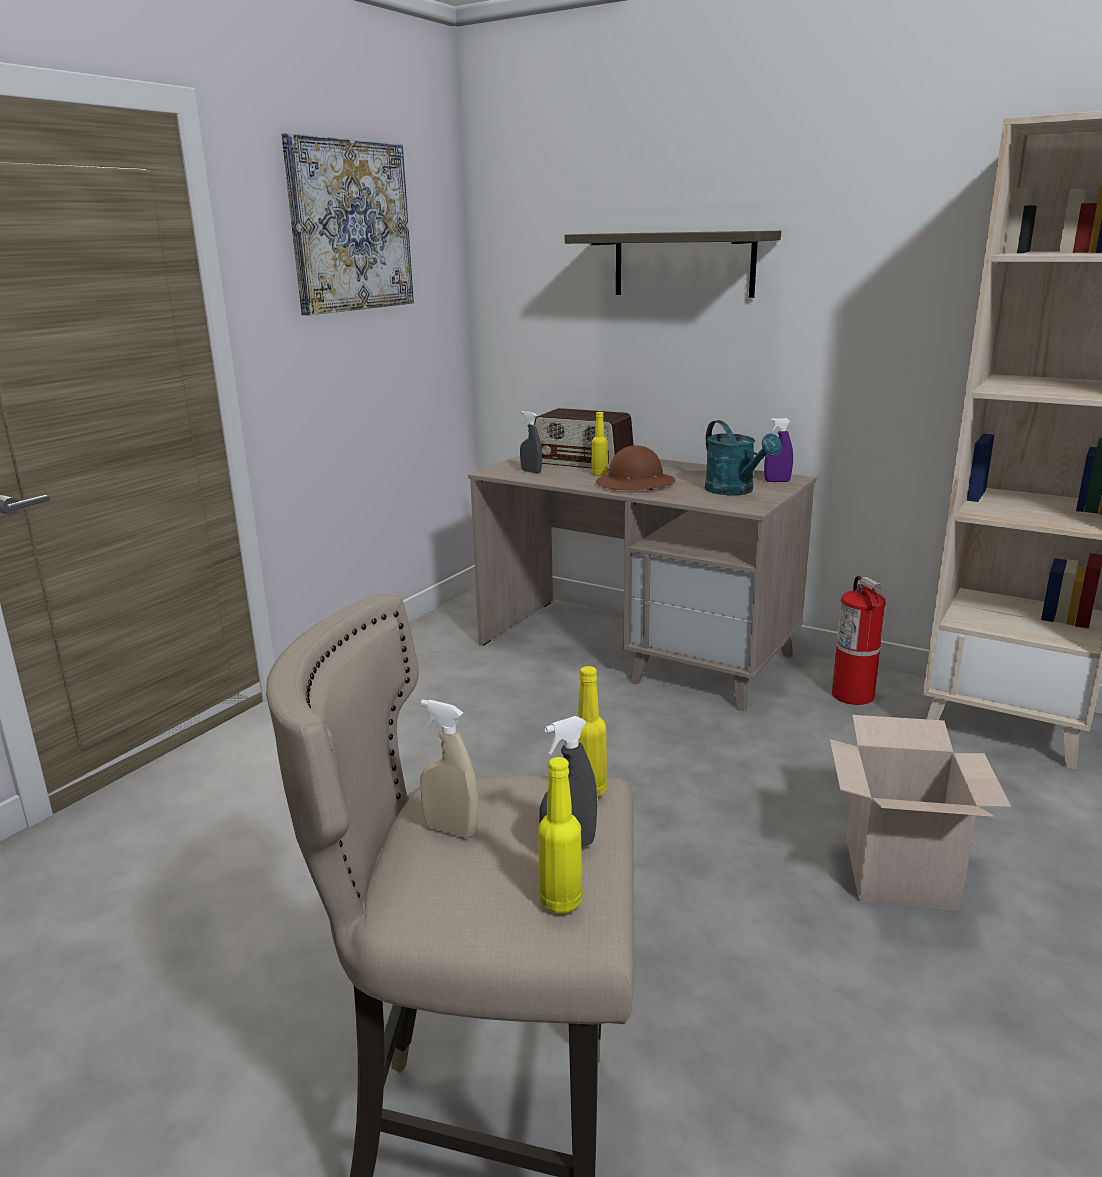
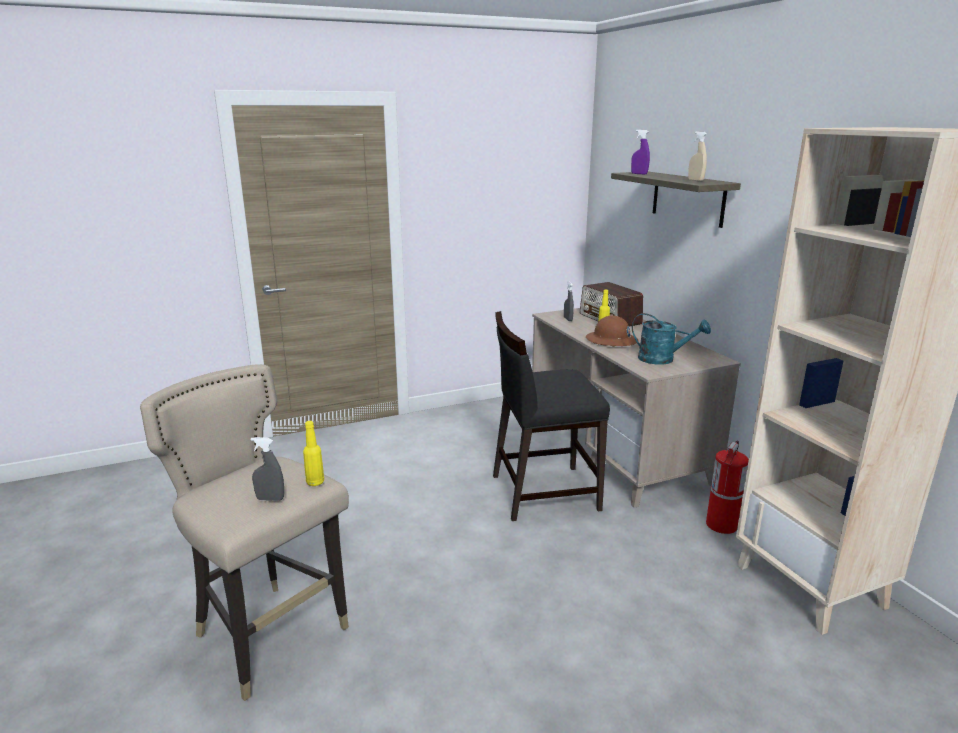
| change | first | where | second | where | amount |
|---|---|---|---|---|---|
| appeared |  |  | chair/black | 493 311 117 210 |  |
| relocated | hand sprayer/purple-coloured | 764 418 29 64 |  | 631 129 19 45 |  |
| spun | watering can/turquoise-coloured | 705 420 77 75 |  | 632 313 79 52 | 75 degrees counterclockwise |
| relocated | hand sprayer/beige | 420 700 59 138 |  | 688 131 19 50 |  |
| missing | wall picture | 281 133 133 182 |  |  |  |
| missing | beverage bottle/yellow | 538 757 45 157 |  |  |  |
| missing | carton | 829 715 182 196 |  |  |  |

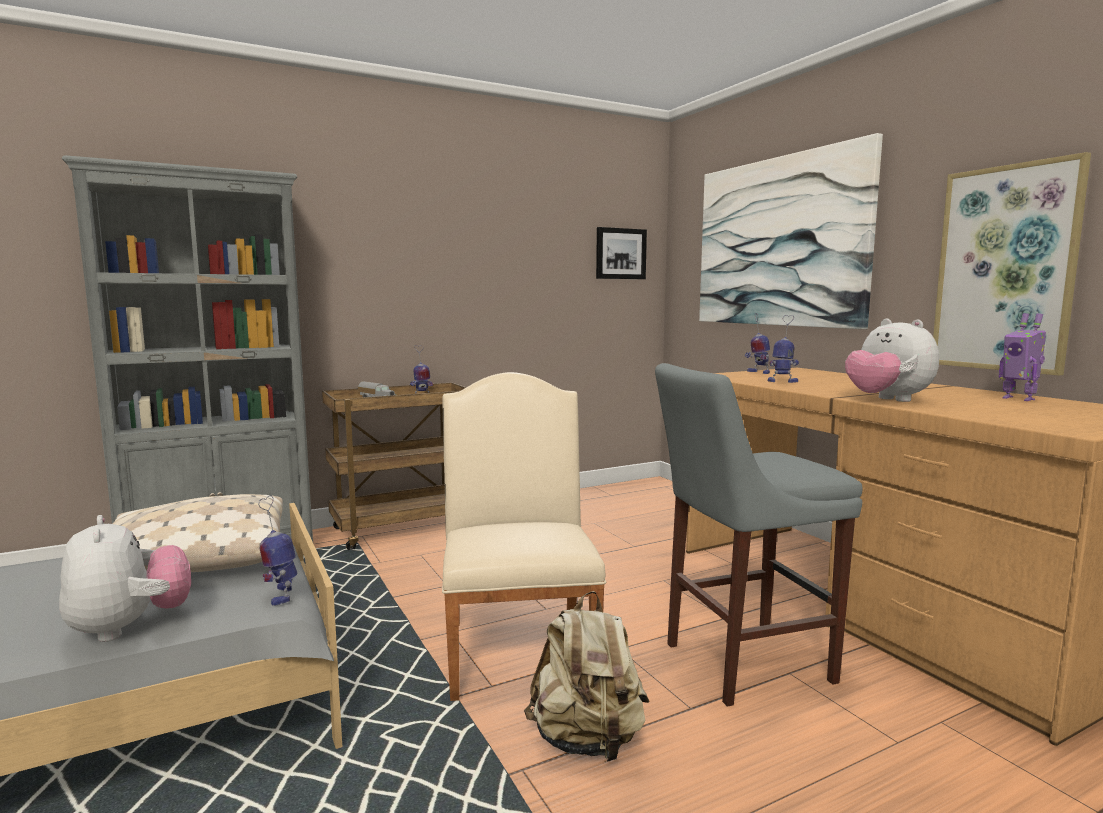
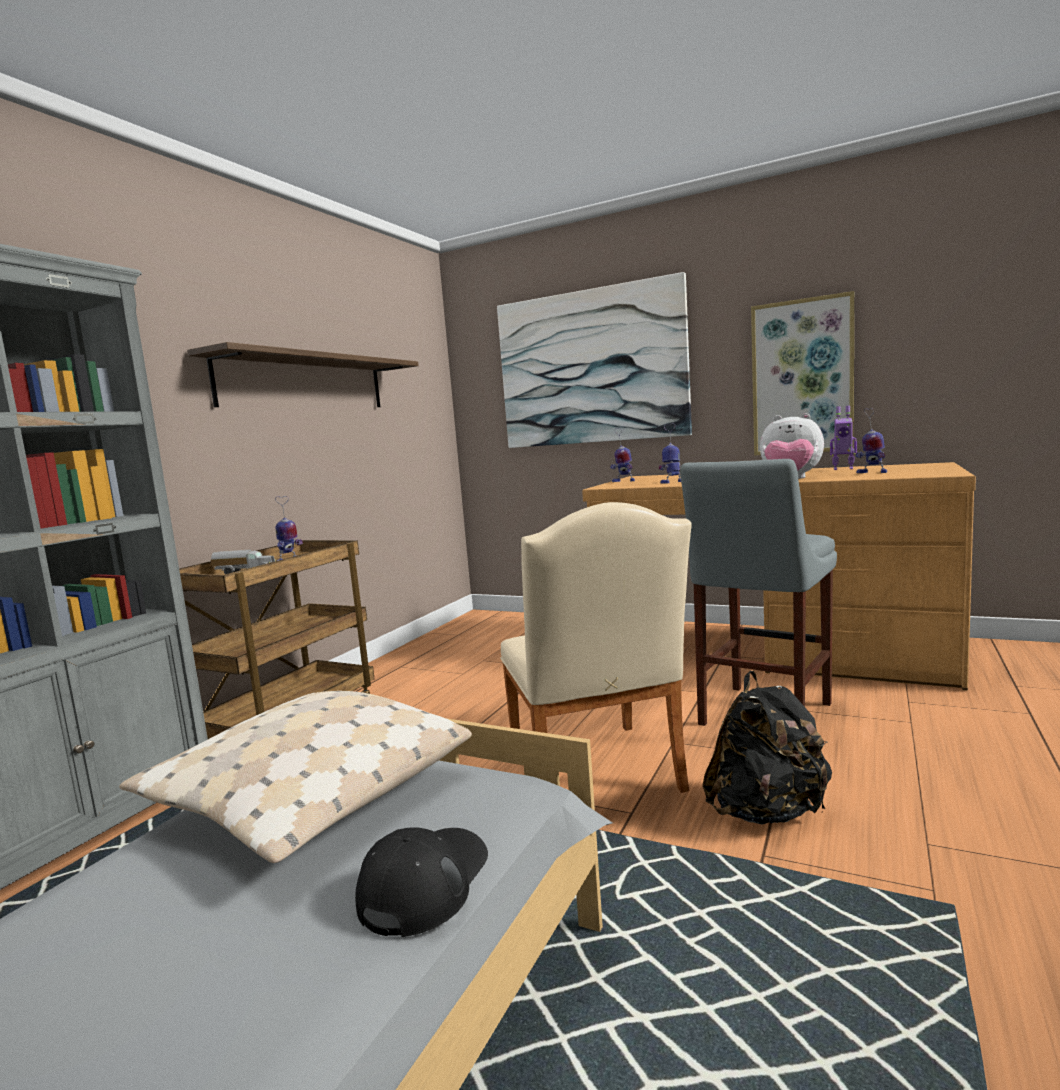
| change | first | where | second | where | amount |
|---|---|---|---|---|---|
| appeared |  |  | wall shelf | 187 342 232 65 |  |
| exchanged | cuddly toy | 59 515 132 127 | cap/black | 355 827 133 110 |  |
| spun | chair/beige | 442 372 164 329 |  | 500 502 192 291 | 150 degrees counterclockwise |
| colour | backpack/beige | 524 591 125 170 | backpack/black | 702 671 130 153 |  |
| relocated | toy robot | 258 495 39 111 |  | 855 408 32 65 |  |
| missing | wall picture | 596 227 51 52 |  |  |  |

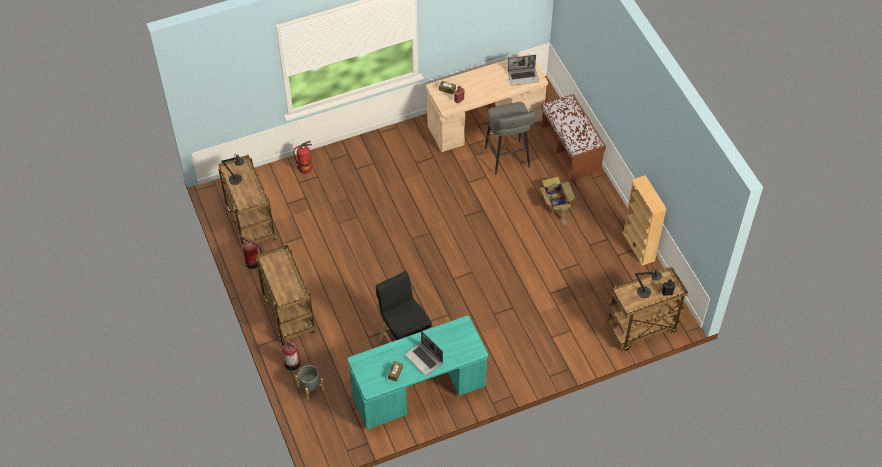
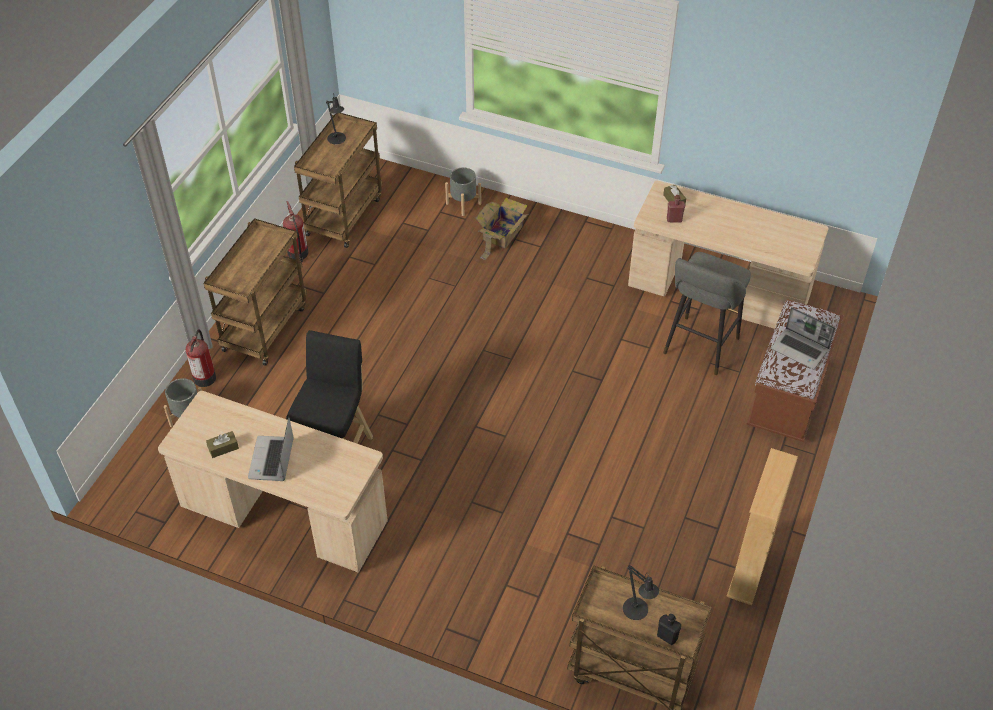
| change | first | where | second | where | amount |
|---|---|---|---|---|---|
| colour | desk/turquoise-coloured | 348 316 140 113 | desk/beige | 158 391 230 182 |  |
| exchanged | fire extinguisher | 293 141 19 33 | plant pot/greyish | 445 167 36 49 |  |
| relocated | carton | 539 177 37 48 |  | 475 198 54 62 |  |
| relocated | portable computer | 507 55 32 30 |  | 771 307 64 62 |  |

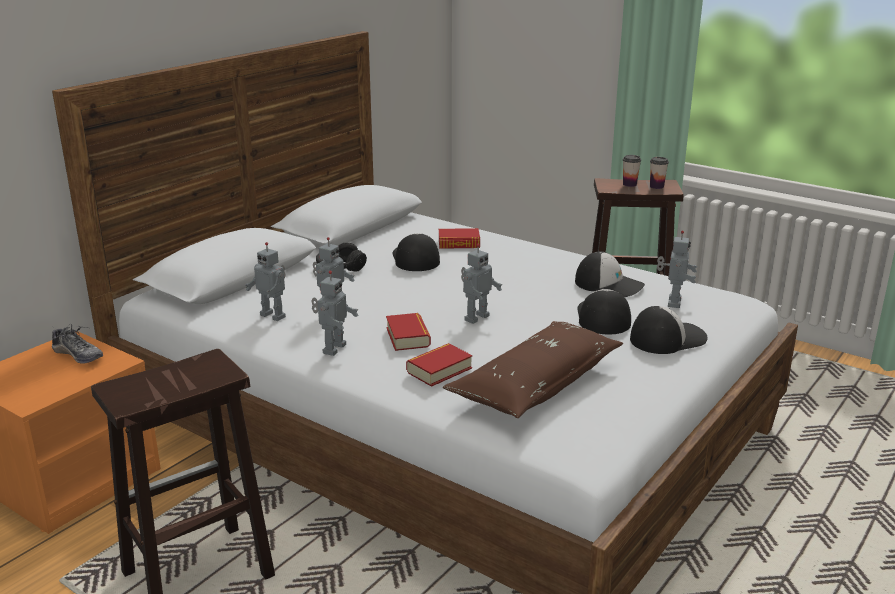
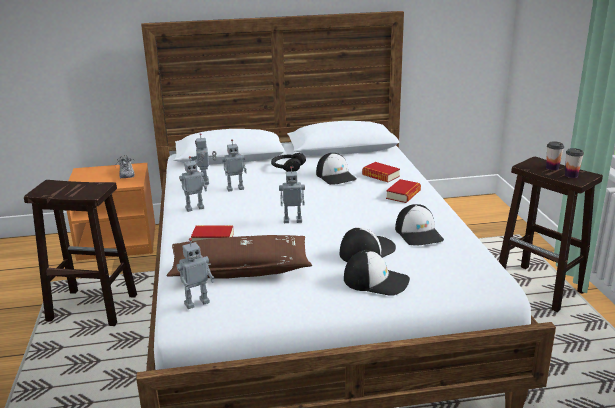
| change | first | where | second | where | amount |
|---|---|---|---|---|---|
| relocated | toy robot | 657 231 40 77 |  | 176 238 39 71 |  |
| spun | cap | 393 233 47 38 |  | 316 153 41 32 | 120 degrees clockwise |
| relocated | volume | 386 313 45 38 |  | 386 179 35 24 |  |

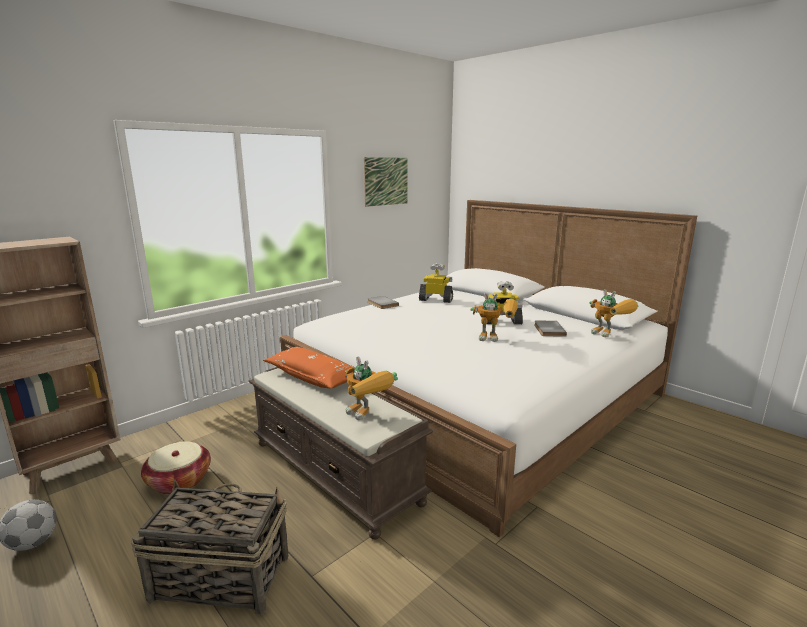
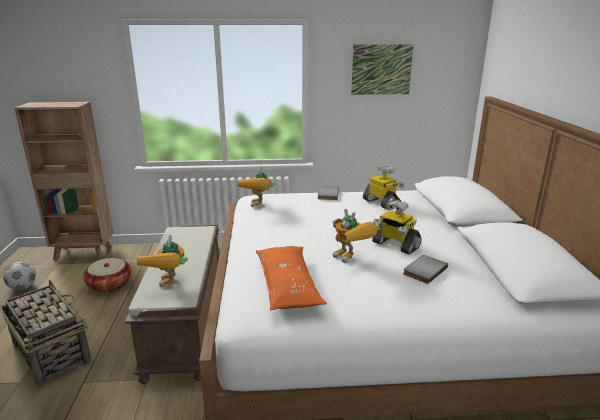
| change | first | where | second | where | amount |
|---|---|---|---|---|---|
| relocated | toy robot | 589 289 49 48 |  | 238 166 37 41 |  |
| relocated | pillow/orange-coloured | 263 347 92 41 |  | 256 246 71 64 |  |

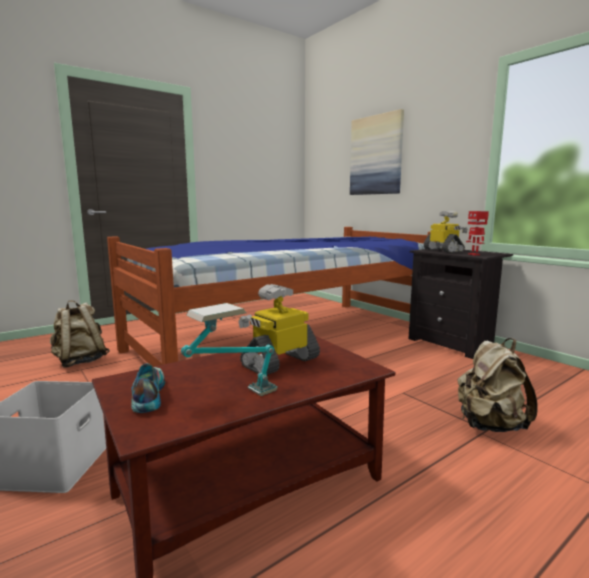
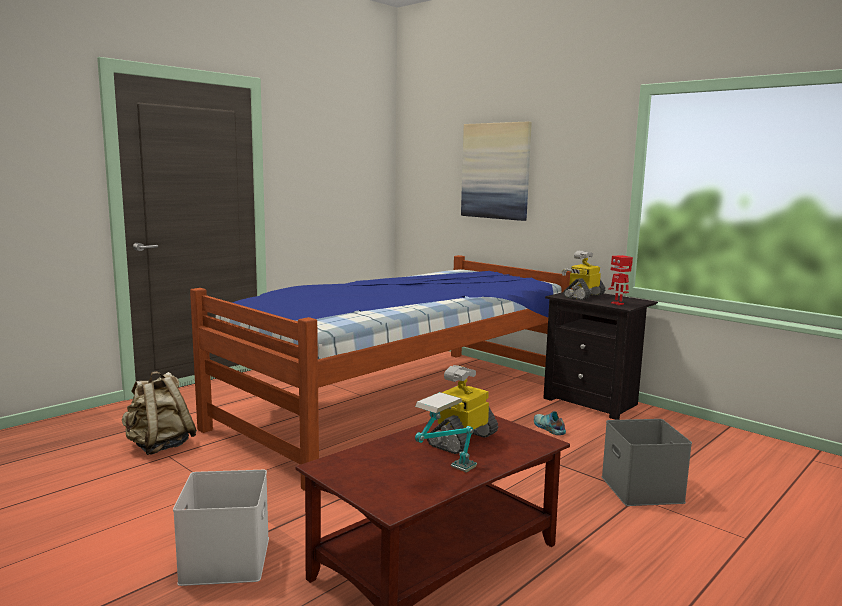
| change | first | where | second | where | amount |
|---|---|---|---|---|---|
| relocated | shoe | 131 363 34 50 |  | 534 411 32 24 |  |
| spun | toy robot | 423 211 45 42 |  | 562 251 43 49 | 105 degrees counterclockwise |
| exchanged | backpack/beige | 458 338 80 94 | storage bin/greyish | 602 419 90 87 |  |

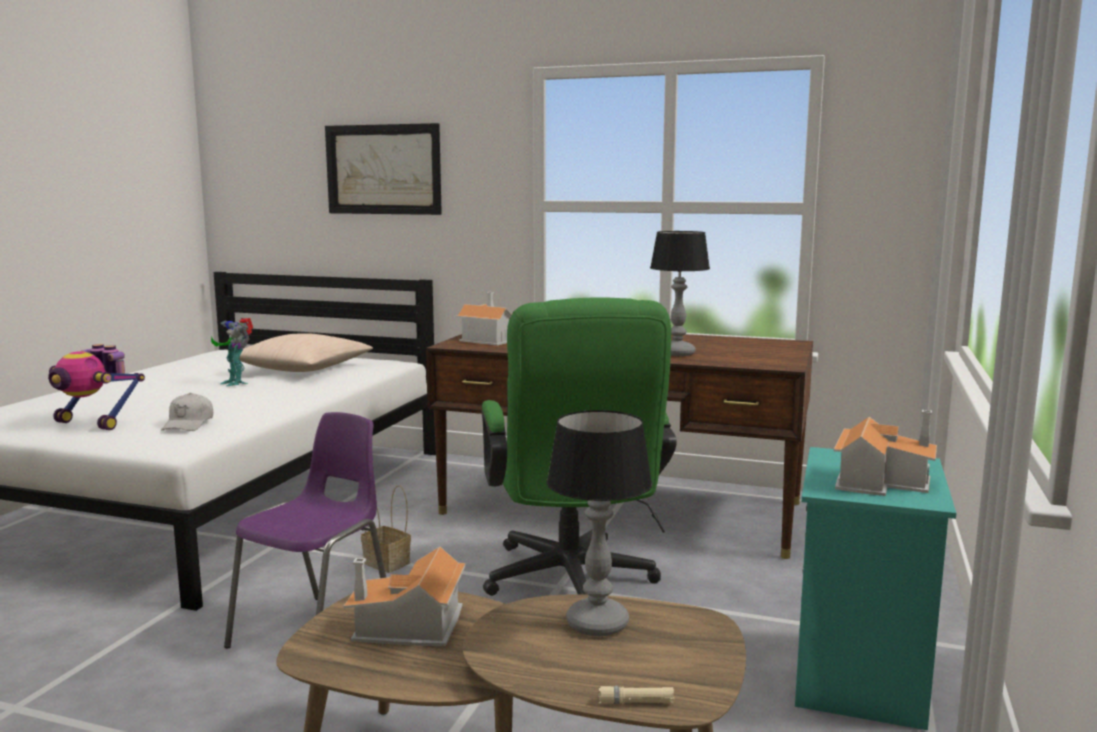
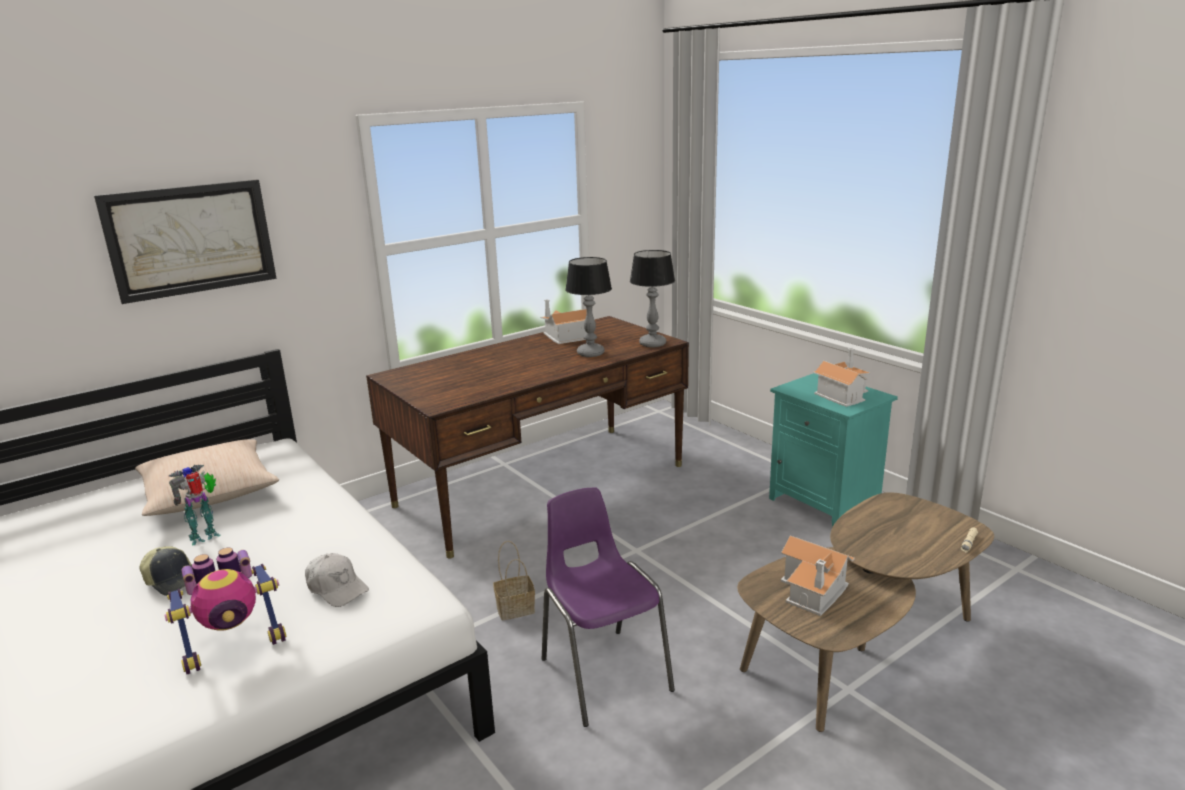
| change | first | where | second | where | amount |
|---|---|---|---|---|---|
| appeared |  |  | cap | 139 546 53 50 |  |
| spun | toy robot | 211 318 42 68 |  | 169 465 52 80 | 150 degrees clockwise |
| relocated | miniature house | 456 292 56 53 |  | 540 299 47 45 |  |
| relocated | lamp for a table | 547 410 105 226 |  | 630 250 45 97 |  |
| missing | office chair/greenish | 482 298 195 298 |  |  |  |

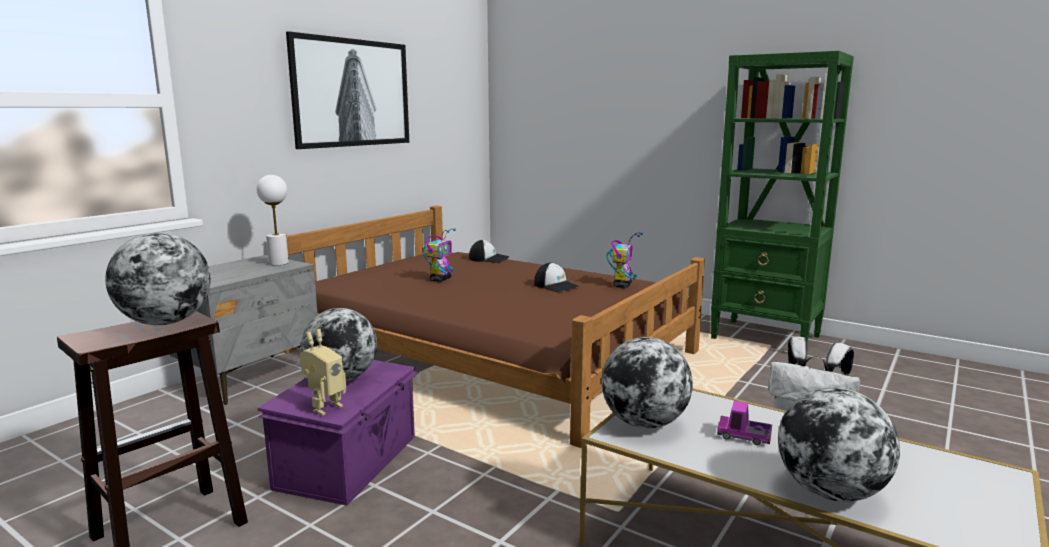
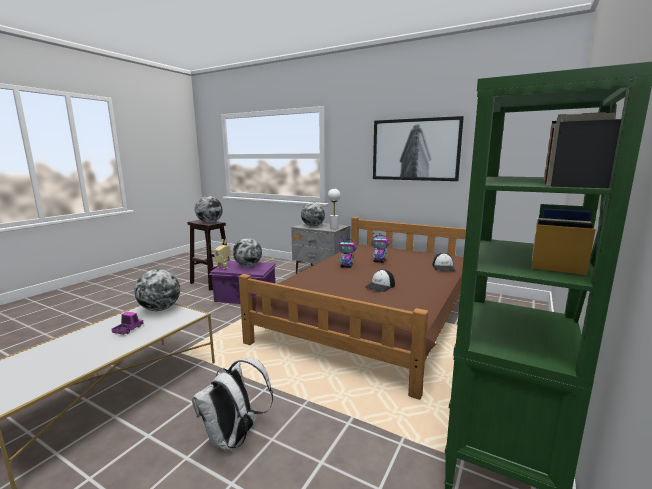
| change | first | where | second | where | amount |
|---|---|---|---|---|---|
| relocated | globe | 778 387 122 115 |  | 301 202 24 25 |  |
| relocated | toy robot | 606 232 37 56 |  | 337 237 20 31 |  |

